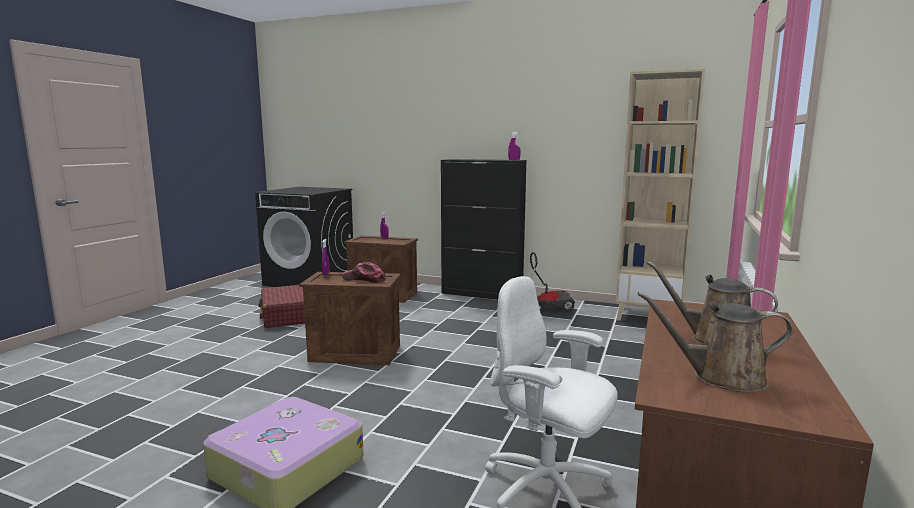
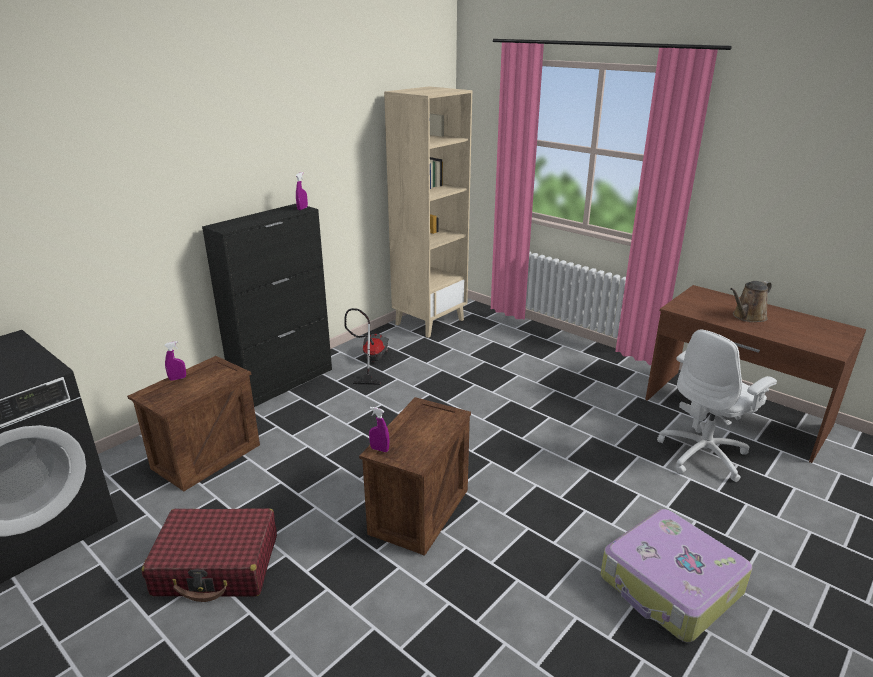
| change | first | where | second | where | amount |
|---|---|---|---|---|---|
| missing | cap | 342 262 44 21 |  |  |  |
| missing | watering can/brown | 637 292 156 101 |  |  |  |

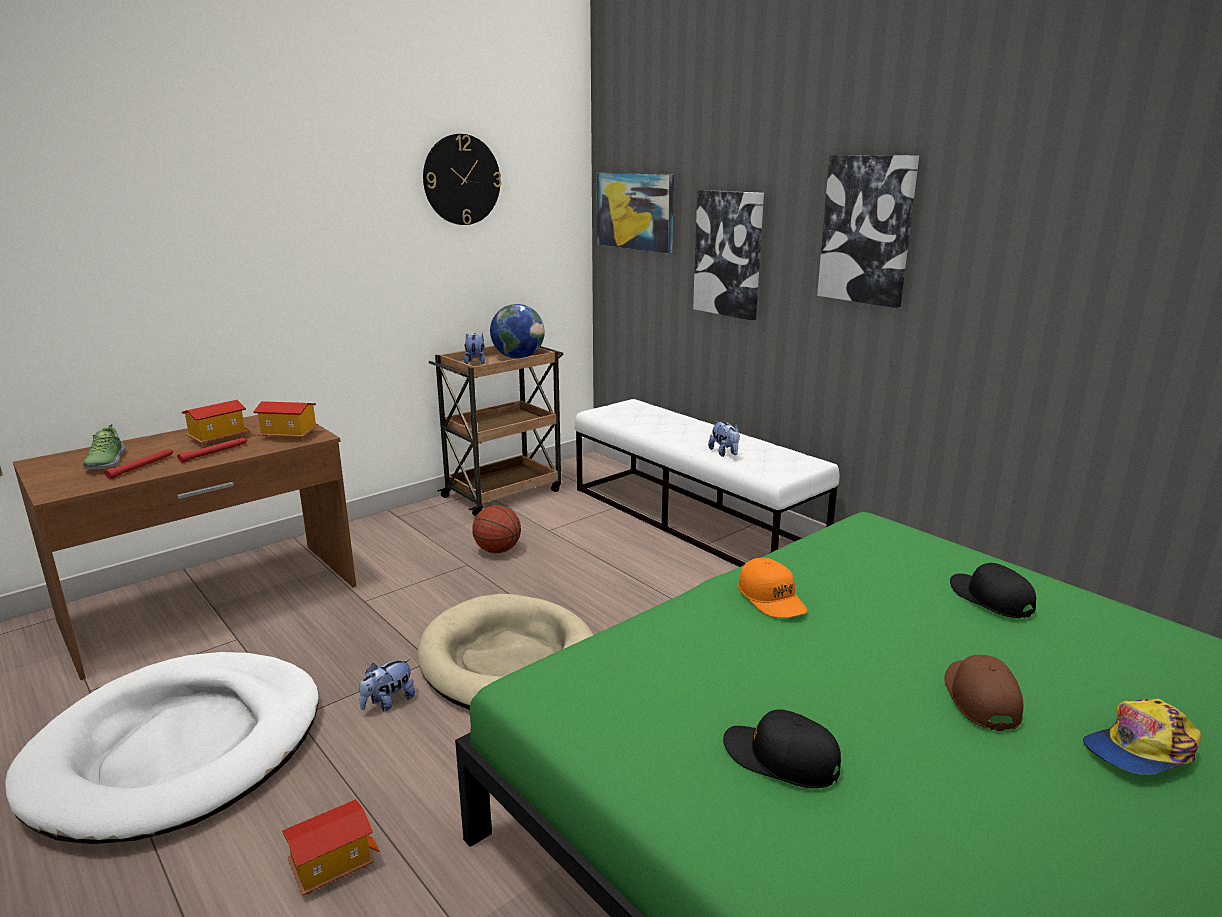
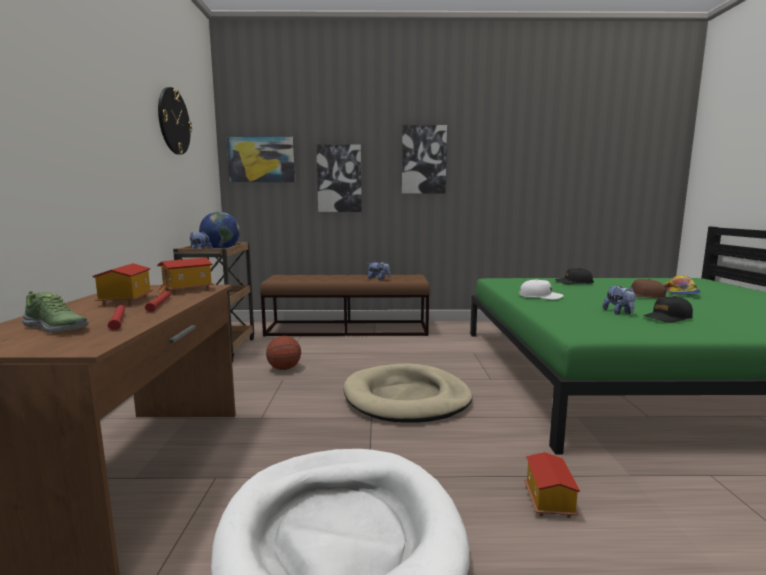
| change | first | where | second | where | amount |
|---|---|---|---|---|---|
| colour | long seat/white | 575 399 264 168 | long seat/brown | 260 275 170 61 |  |
| colour | cap/orange-coloured | 738 558 69 60 | cap/white | 519 279 45 21 |  |
| relocated | cuddly toy | 360 658 55 53 |  | 603 286 33 29 |  |

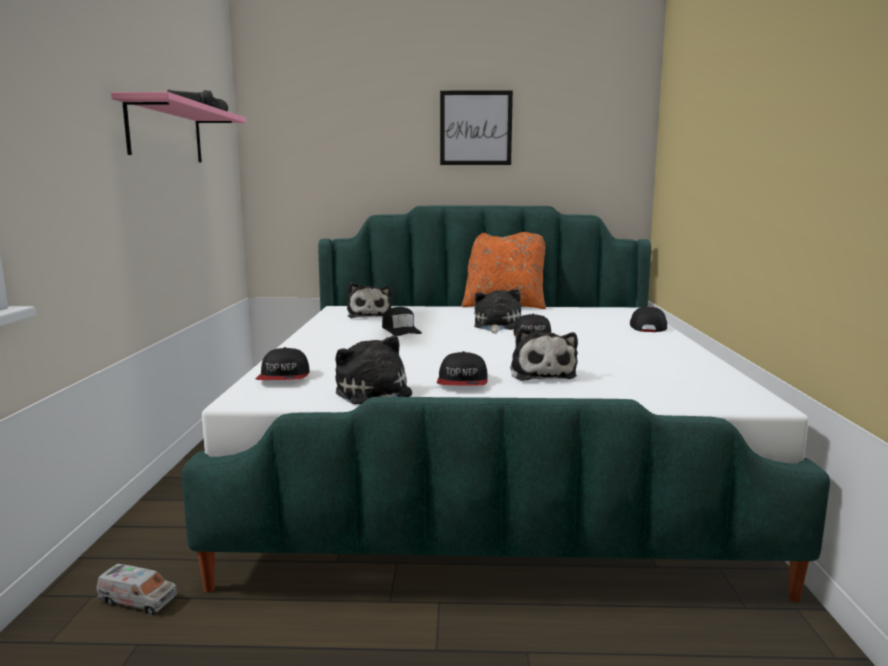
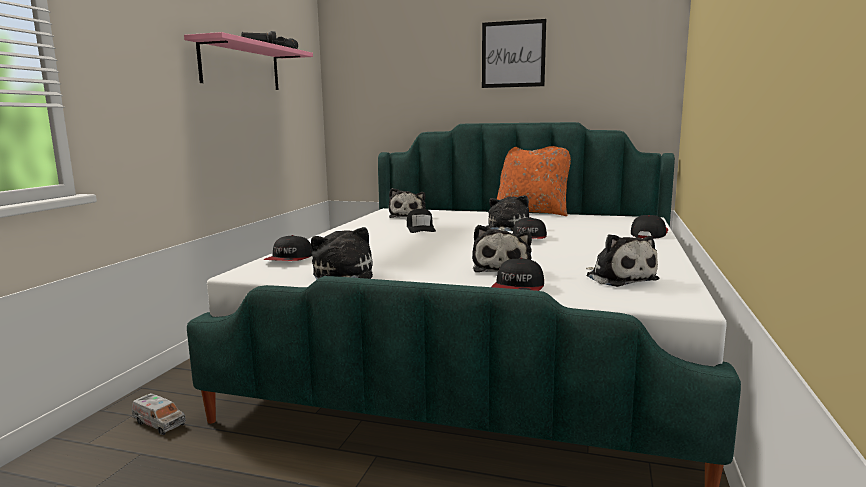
| change | first | where | second | where | amount |
|---|---|---|---|---|---|
| relocated | cap | 437 351 51 35 |  | 491 258 53 33 |  |
| appeared |  |  | cuddly toy | 586 234 73 53 |  |

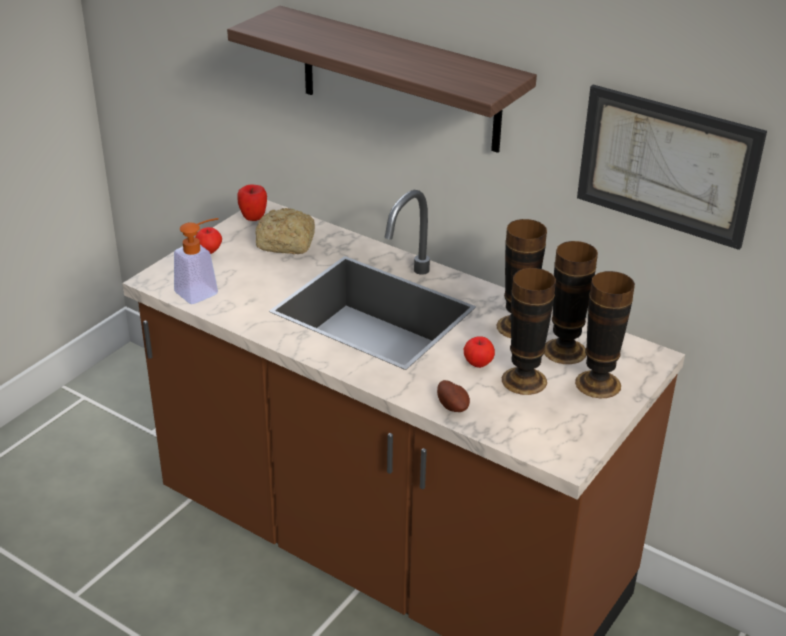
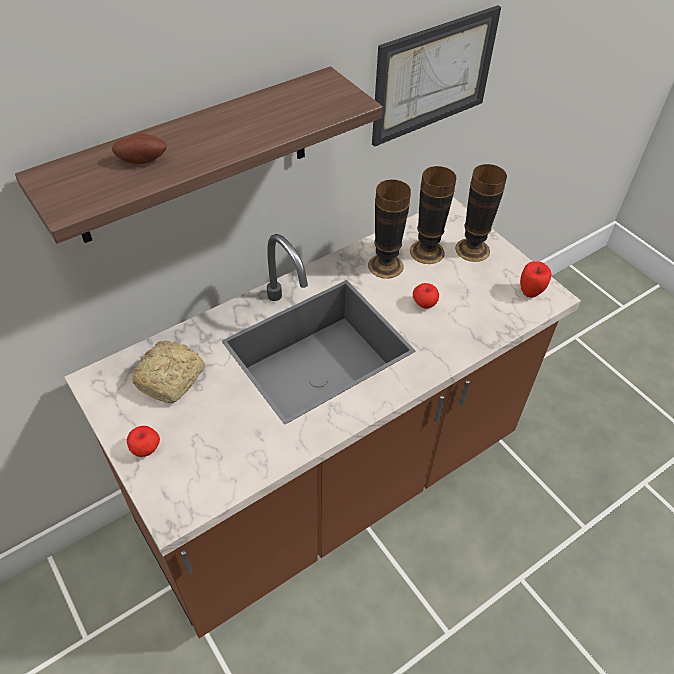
| change | first | where | second | where | amount |
|---|---|---|---|---|---|
| relocated | whole potato | 437 380 33 32 |  | 112 134 55 30 |  |
| relocated | whole apple | 237 184 30 37 |  | 520 261 32 37 |  |
| missing | soap dispenser | 174 218 45 86 |  |  |  |
| missing | flower vase | 502 268 54 127 |  |  |  |

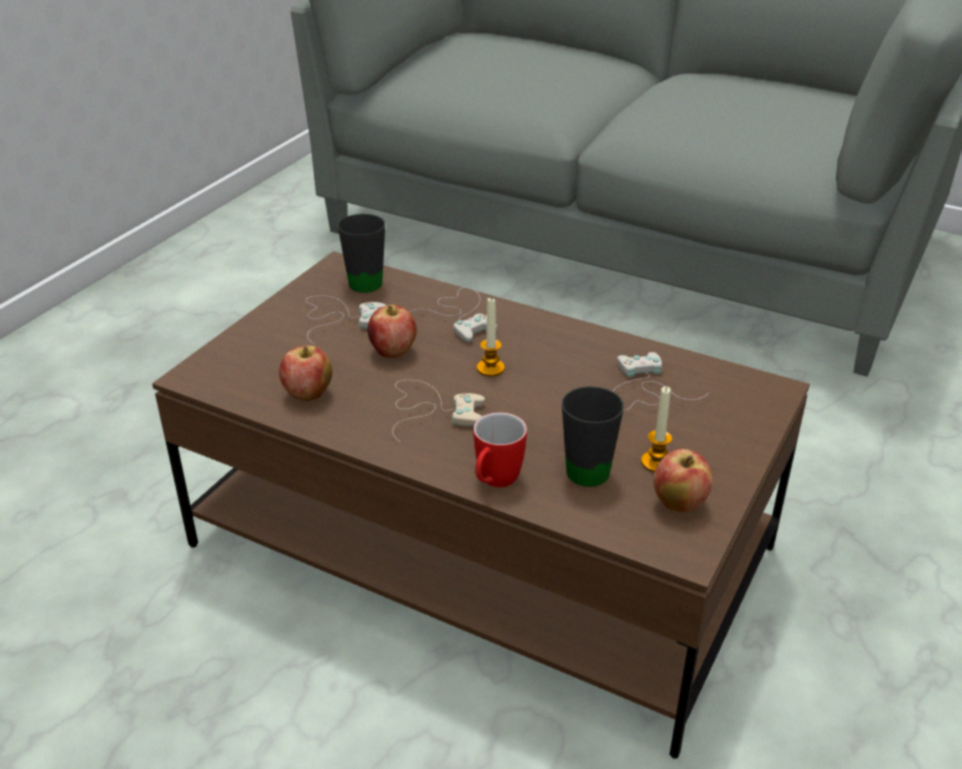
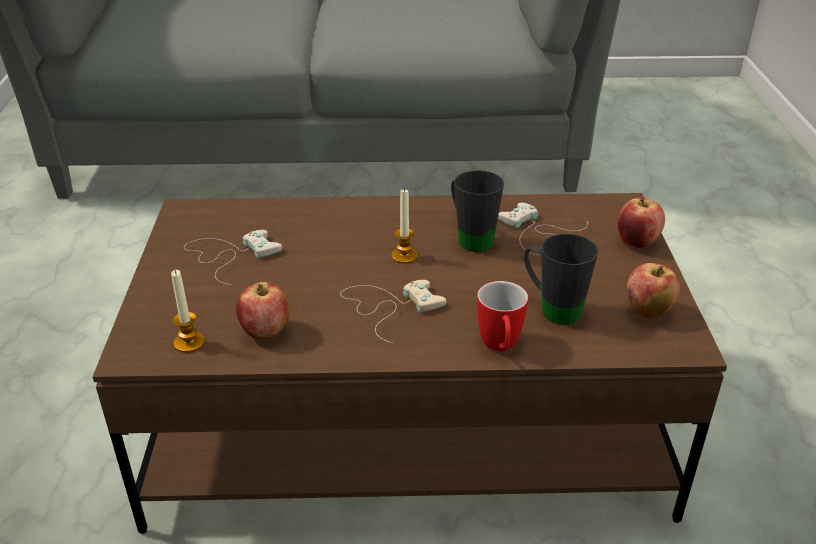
| change | first | where | second | where | amount |
|---|---|---|---|---|---|
| relocated | wax candle | 641 386 31 86 |  | 171 270 34 83 |  |
| relocated | mug/black | 337 214 48 79 |  | 451 170 53 82 |  |
| relocated | whole apple | 368 305 49 53 |  | 618 198 47 50 |  |
| missing | gamepad/white | 409 287 88 55 |  |  |  |

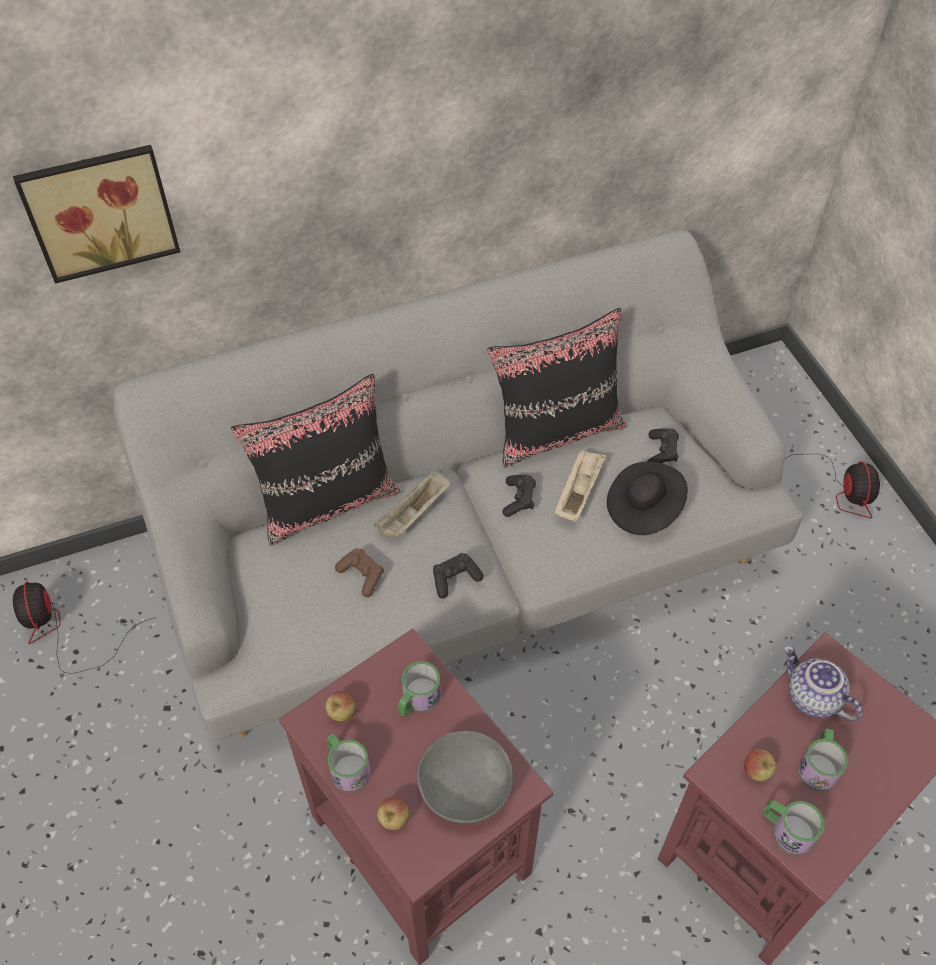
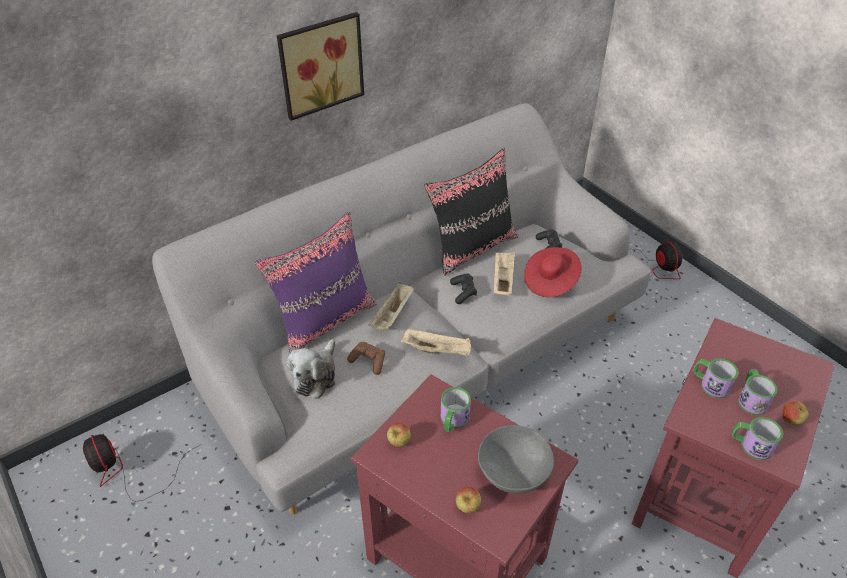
| change | first | where | second | where | amount |
|---|---|---|---|---|---|
| colour | pillow/black | 231 374 170 172 | pillow/purple-coloured | 255 212 122 141 |  |
| relocated | wall picture | 13 145 167 139 |  | 277 12 87 109 |  |
| appeared |  |  | cuddly toy | 287 339 48 60 |  |
| exchanged | gamepad/black | 433 553 51 45 | carrying tray/beige | 401 328 70 28 |  |
| colour | hat/black | 607 462 81 73 | hat/red-coloured | 524 247 58 50 |  |
| relocated | mug | 327 734 44 58 |  | 694 358 45 40 |  |
| relocated | whole apple | 744 749 32 33 |  | 782 401 28 24 |  |
| missing | teapot | 784 646 78 75 |  |  |  |

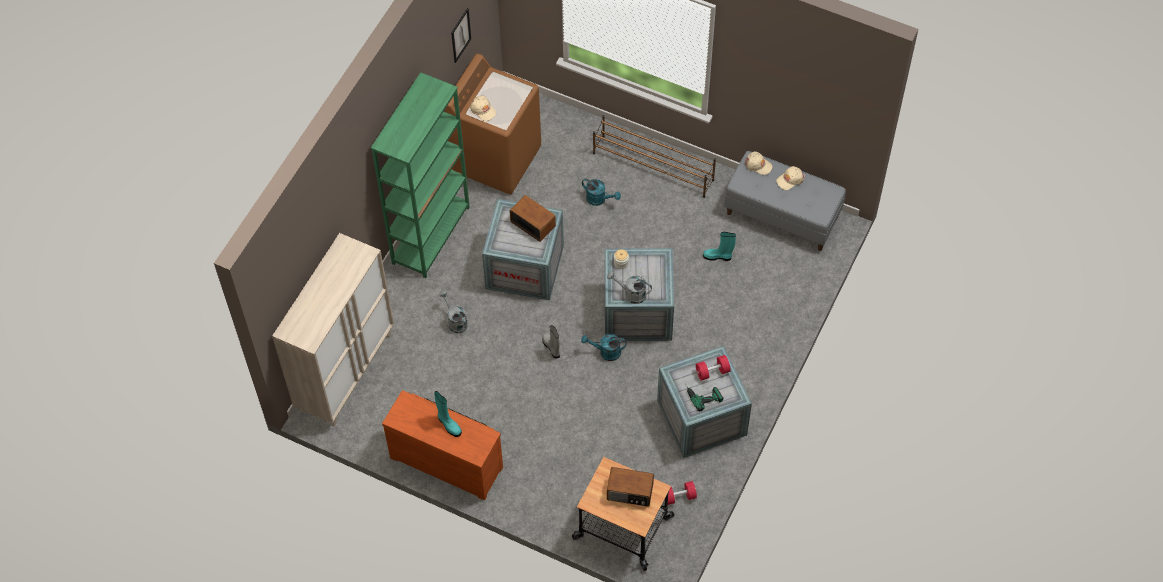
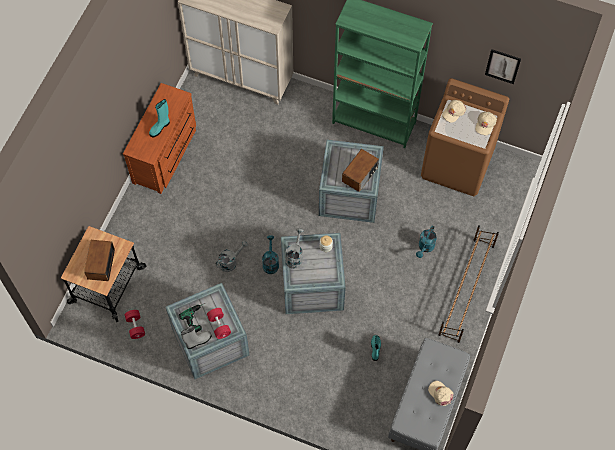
| change | first | where | second | where | amount |
|---|---|---|---|---|---|
| relocated | boot/greyish | 542 325 18 34 |  | 181 325 31 24 |  |
| relocated | watering can/greyish | 440 291 28 42 |  | 216 241 32 31 |  |
| relocated | cap/beige | 745 151 28 24 |  | 475 112 22 23 |  |

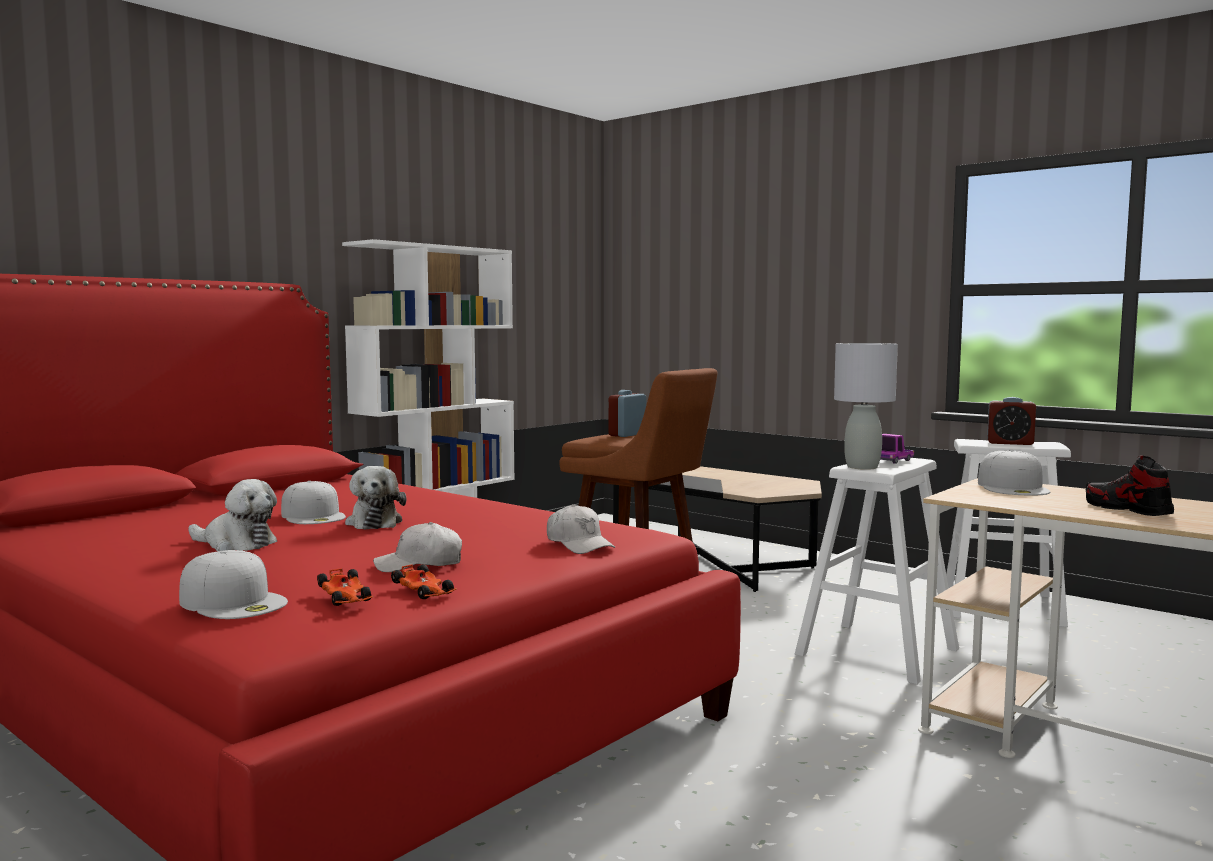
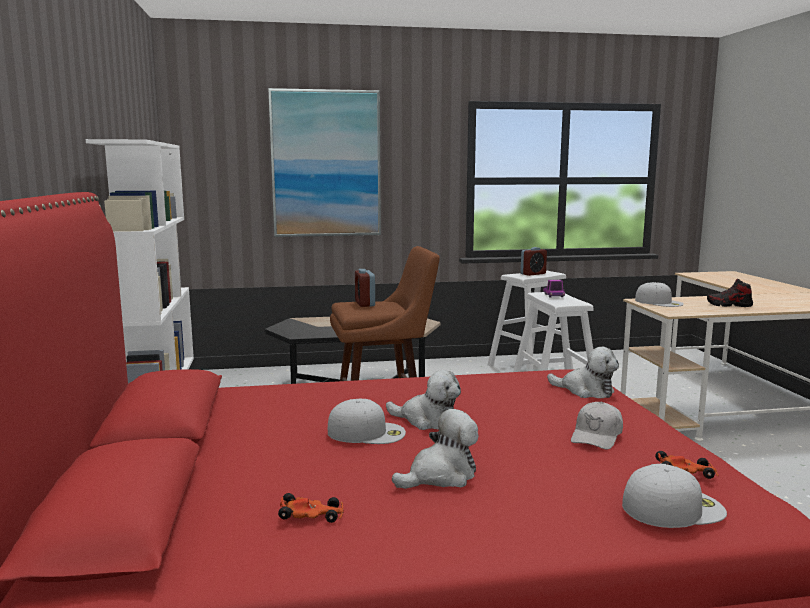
| change | first | where | second | where | amount |
|---|---|---|---|---|---|
| appeared |  |  | wall picture | 268 88 113 149 |  |
| relocated | model car | 391 564 66 35 |  | 278 493 65 30 |  |
| exchanged | cap/white | 547 504 68 50 | cuddly toy | 547 347 72 51 |  |
| missing | lamp for a table/greyish | 834 343 64 127 |  |  |  |

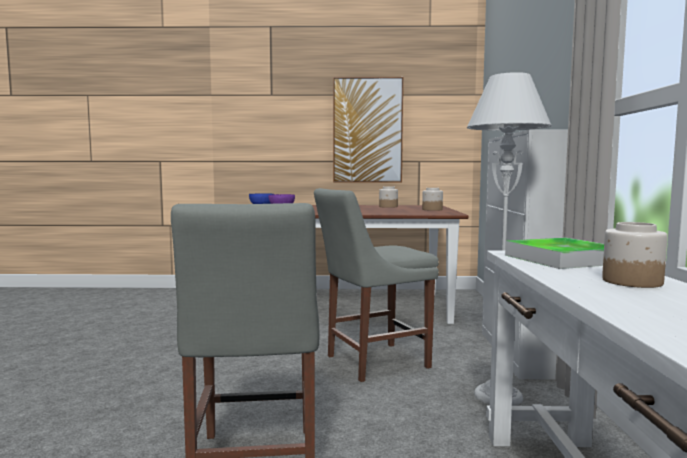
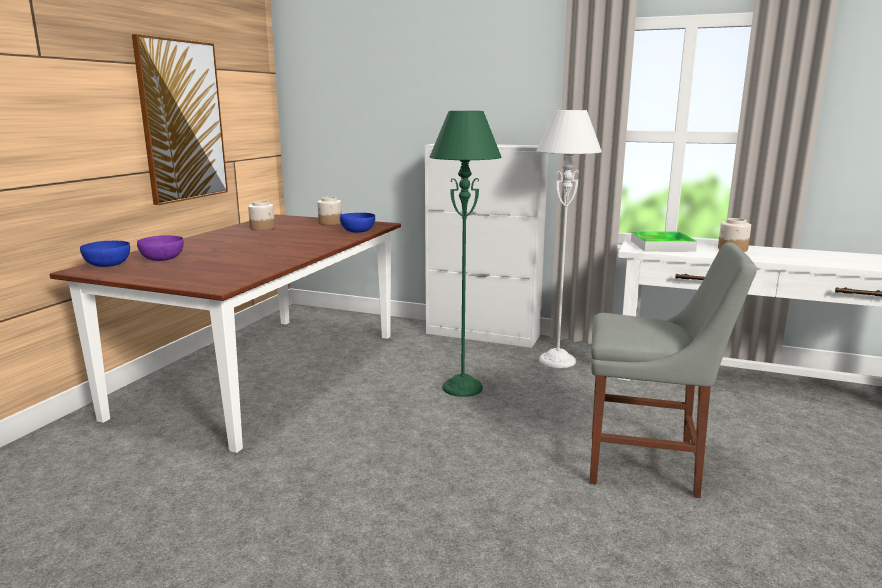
| change | first | where | second | where | amount |
|---|---|---|---|---|---|
| appeared |  |  | bowl/blue | 340 213 35 20 |  |
| exchanged | chair/greyish | 314 188 125 194 | standing lamp/greenish | 430 111 71 286 |  |

